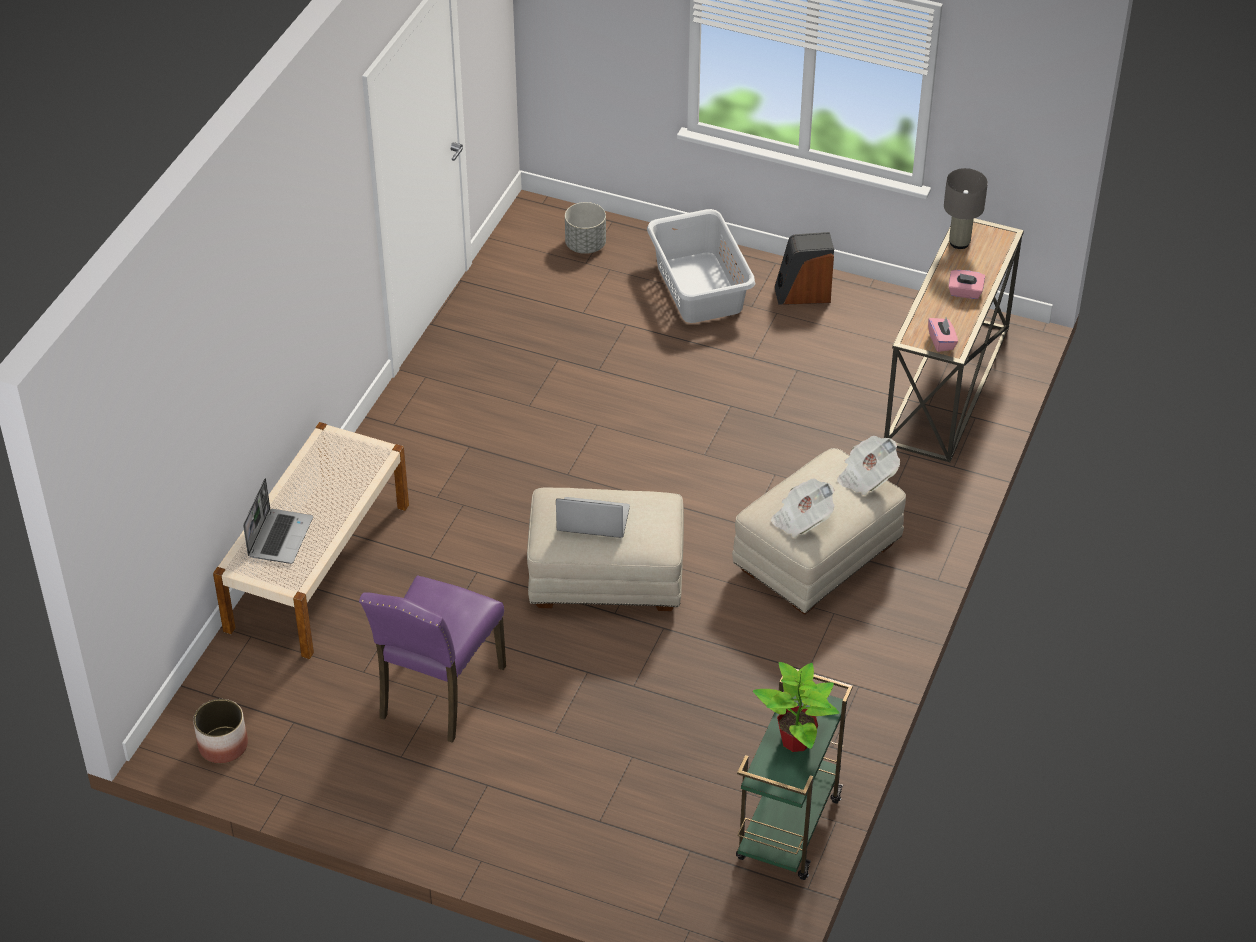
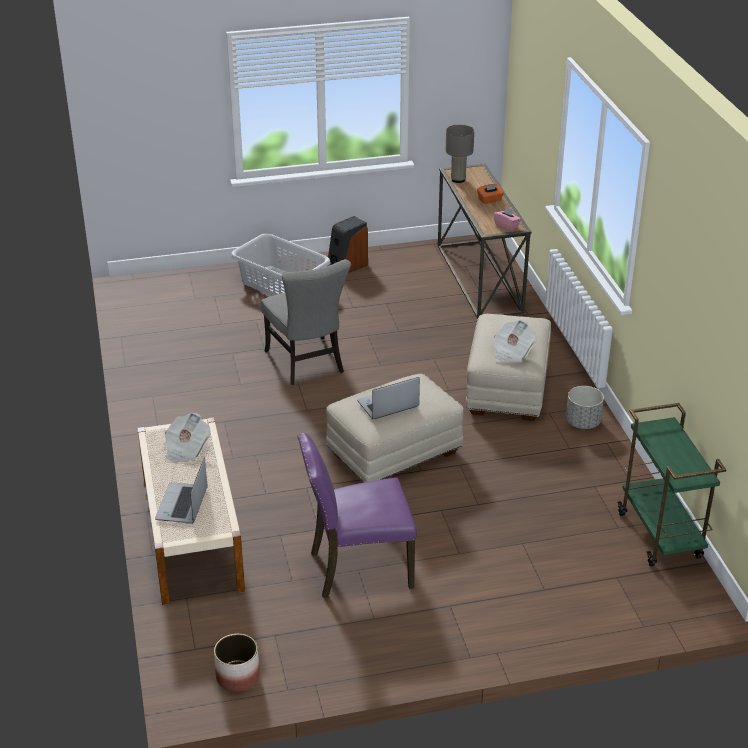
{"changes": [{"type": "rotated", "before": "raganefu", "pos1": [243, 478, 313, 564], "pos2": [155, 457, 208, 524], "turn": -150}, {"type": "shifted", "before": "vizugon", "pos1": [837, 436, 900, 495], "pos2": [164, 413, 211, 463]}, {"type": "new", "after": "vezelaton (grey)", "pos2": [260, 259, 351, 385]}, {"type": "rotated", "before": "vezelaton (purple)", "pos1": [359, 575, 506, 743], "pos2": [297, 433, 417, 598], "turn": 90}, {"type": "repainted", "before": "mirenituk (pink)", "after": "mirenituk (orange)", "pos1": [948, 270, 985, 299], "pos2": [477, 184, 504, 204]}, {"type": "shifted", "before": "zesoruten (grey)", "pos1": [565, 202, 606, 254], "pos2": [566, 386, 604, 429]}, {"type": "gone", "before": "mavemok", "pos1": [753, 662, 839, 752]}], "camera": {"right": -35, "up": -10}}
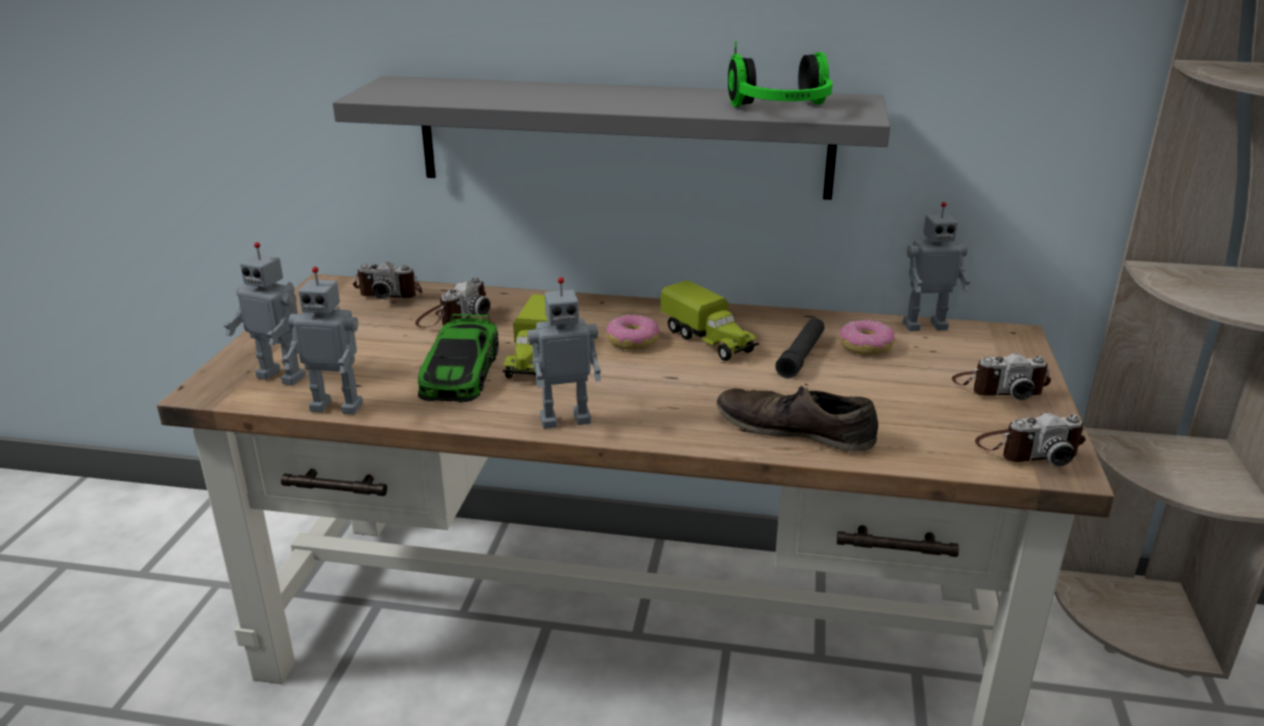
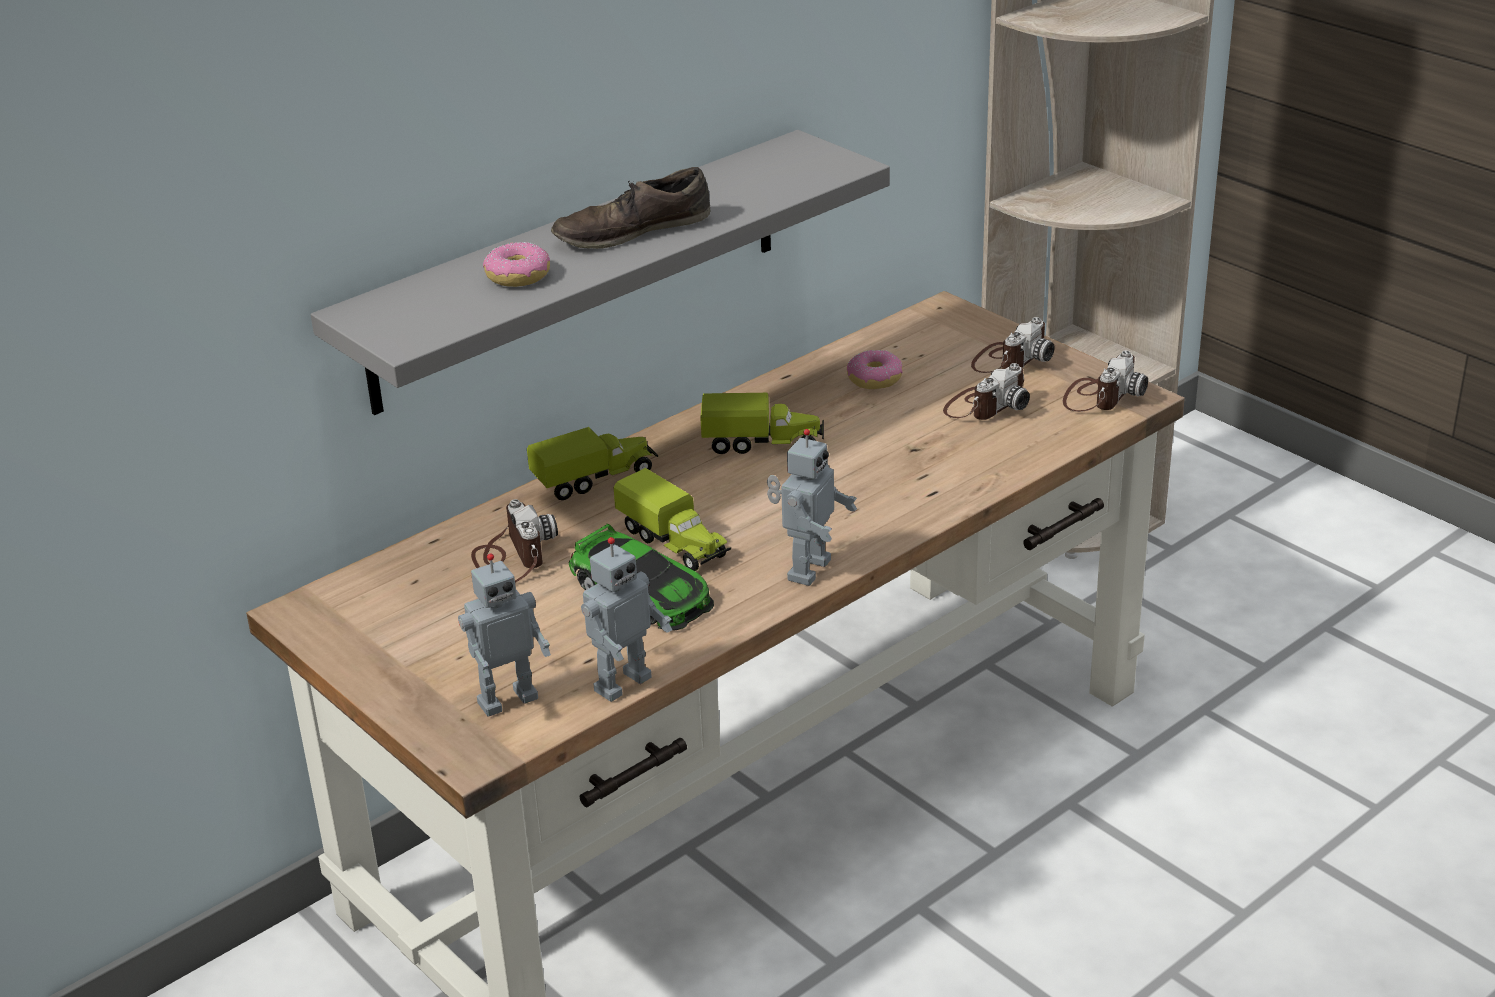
{"changes": [{"type": "shifted", "before": "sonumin", "pos1": [606, 314, 660, 350], "pos2": [483, 242, 550, 287]}, {"type": "new", "after": "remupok", "pos2": [527, 427, 658, 500]}, {"type": "shifted", "before": "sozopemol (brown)", "pos1": [717, 384, 878, 452], "pos2": [551, 167, 710, 249]}, {"type": "shifted", "before": "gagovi", "pos1": [353, 262, 422, 299], "pos2": [943, 363, 1030, 420]}, {"type": "gone", "before": "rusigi", "pos1": [728, 42, 833, 107]}, {"type": "gone", "before": "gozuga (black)", "pos1": [775, 318, 825, 379]}, {"type": "gone", "before": "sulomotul", "pos1": [903, 202, 971, 331]}], "camera": {"right": -50, "up": 5}}
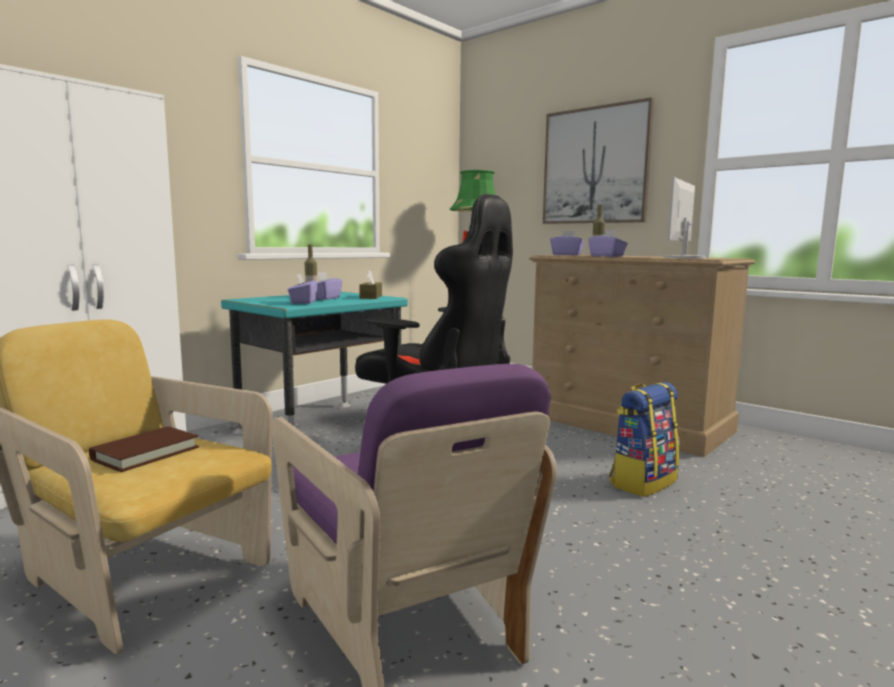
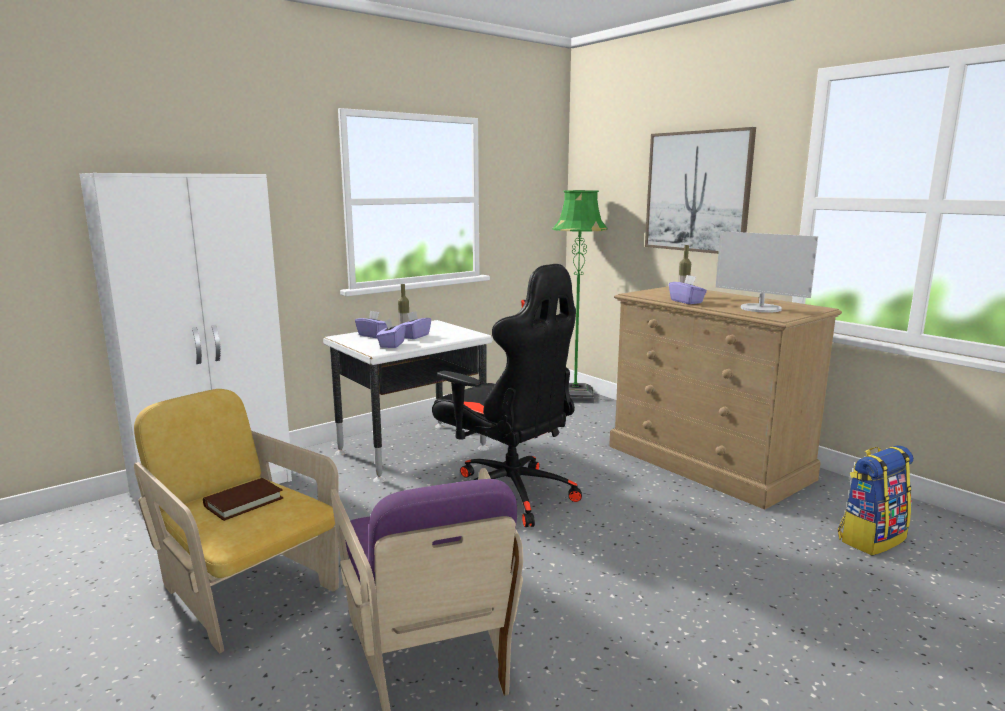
{"changes": [{"type": "repainted", "before": "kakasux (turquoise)", "after": "kakasux (white)", "pos1": [221, 292, 408, 434], "pos2": [323, 320, 492, 483]}, {"type": "shifted", "before": "mirenituk (purple)", "pos1": [550, 231, 584, 255], "pos2": [355, 311, 388, 338]}, {"type": "rotated", "before": "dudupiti", "pos1": [663, 177, 706, 258], "pos2": [716, 231, 818, 313], "turn": -90}, {"type": "shifted", "before": "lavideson", "pos1": [609, 382, 679, 497], "pos2": [838, 445, 913, 555]}, {"type": "gone", "before": "mirenituk (brown)", "pos1": [359, 270, 382, 299]}], "camera": {"right": 10, "up": 5}}
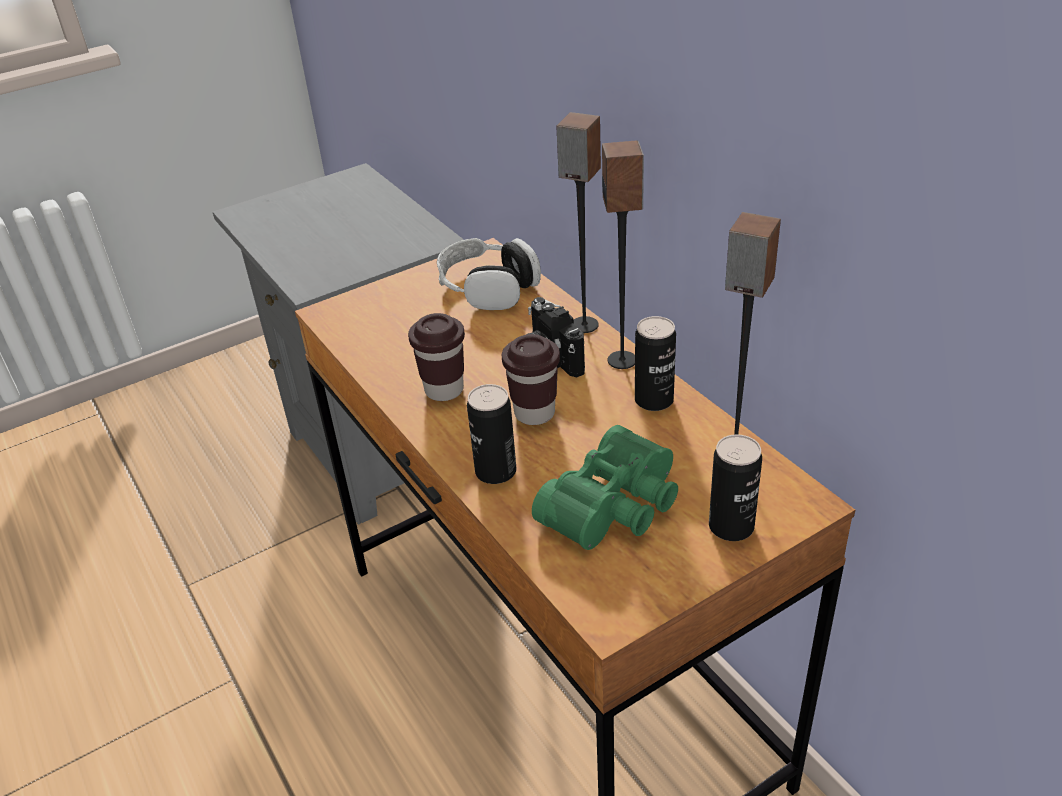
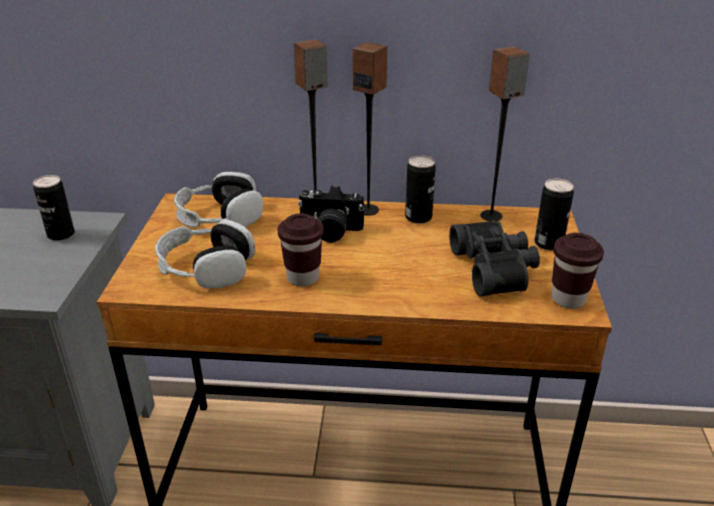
{"changes": [{"type": "shifted", "before": "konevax", "pos1": [467, 384, 516, 484], "pos2": [33, 175, 75, 241]}, {"type": "new", "after": "rusigi", "pos2": [155, 219, 255, 289]}, {"type": "repainted", "before": "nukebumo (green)", "after": "nukebumo (black)", "pos1": [532, 425, 678, 550], "pos2": [449, 220, 540, 296]}, {"type": "shifted", "before": "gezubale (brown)", "pos1": [502, 334, 560, 425], "pos2": [552, 233, 604, 309]}], "camera": {"right": -55, "up": -5}}
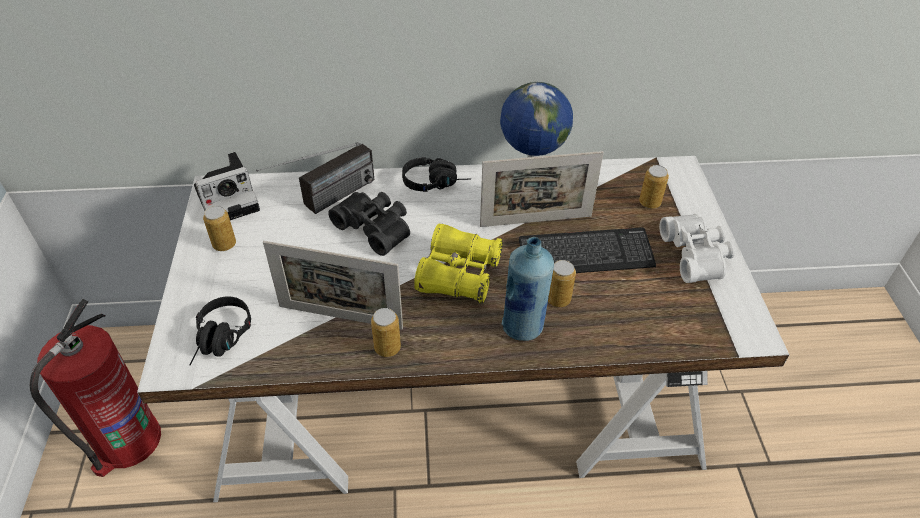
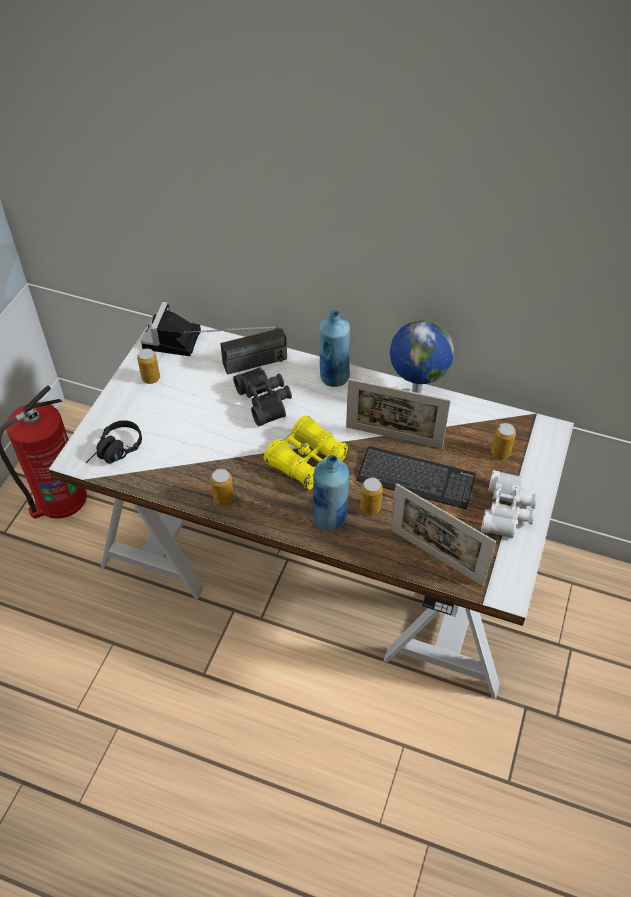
{"changes": [{"type": "rotated", "before": "gagovi", "pos1": [194, 152, 260, 220], "pos2": [141, 302, 201, 356], "turn": 105}, {"type": "swapped", "before": "rusigi (black)", "after": "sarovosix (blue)", "pos1": [402, 157, 471, 192], "pos2": [319, 310, 350, 387]}, {"type": "shifted", "before": "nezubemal", "pos1": [263, 241, 403, 329], "pos2": [391, 483, 496, 586]}], "camera": {"right": 25, "up": 5}}
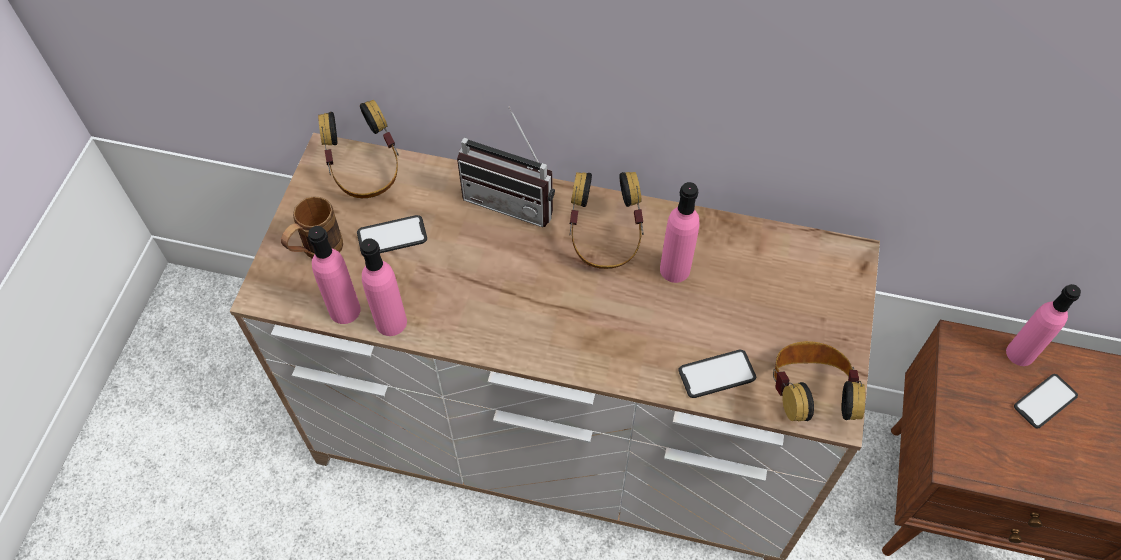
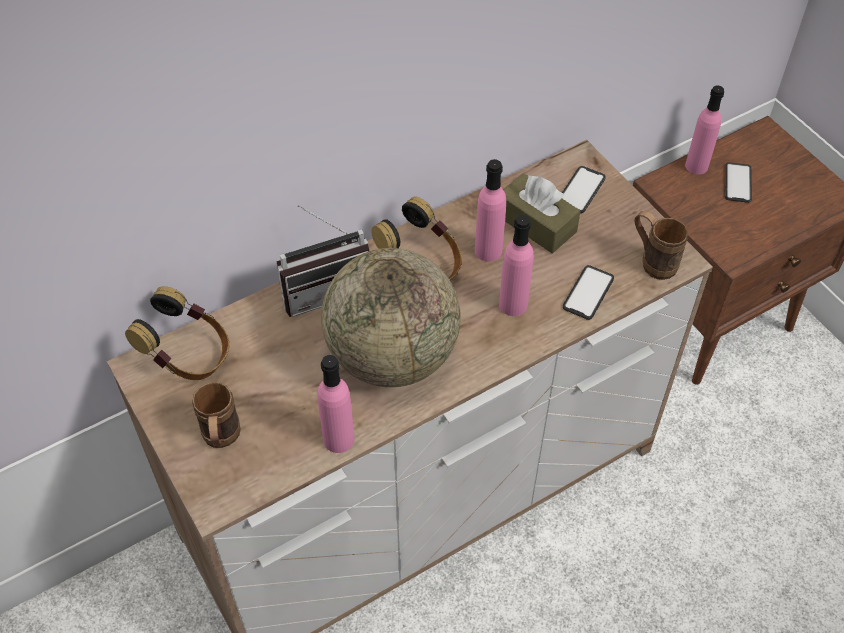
{"changes": [{"type": "new", "after": "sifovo", "pos2": [321, 248, 461, 387]}, {"type": "shifted", "before": "sarovosix (pink)", "pos1": [308, 226, 361, 324], "pos2": [499, 215, 534, 316]}, {"type": "new", "after": "mirenituk (brown)", "pos2": [503, 173, 581, 253]}, {"type": "shifted", "before": "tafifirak", "pos1": [357, 215, 427, 253], "pos2": [562, 166, 606, 213]}, {"type": "swapped", "before": "rusigi", "after": "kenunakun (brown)", "pos1": [773, 341, 866, 421], "pos2": [634, 211, 688, 280]}], "camera": {"right": -45, "up": -5}}
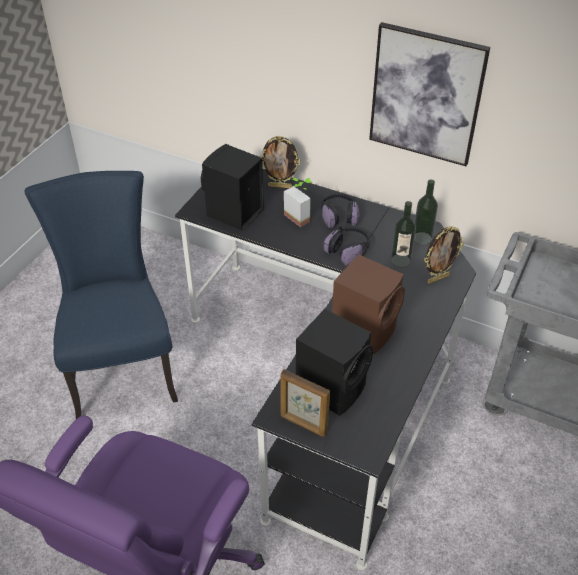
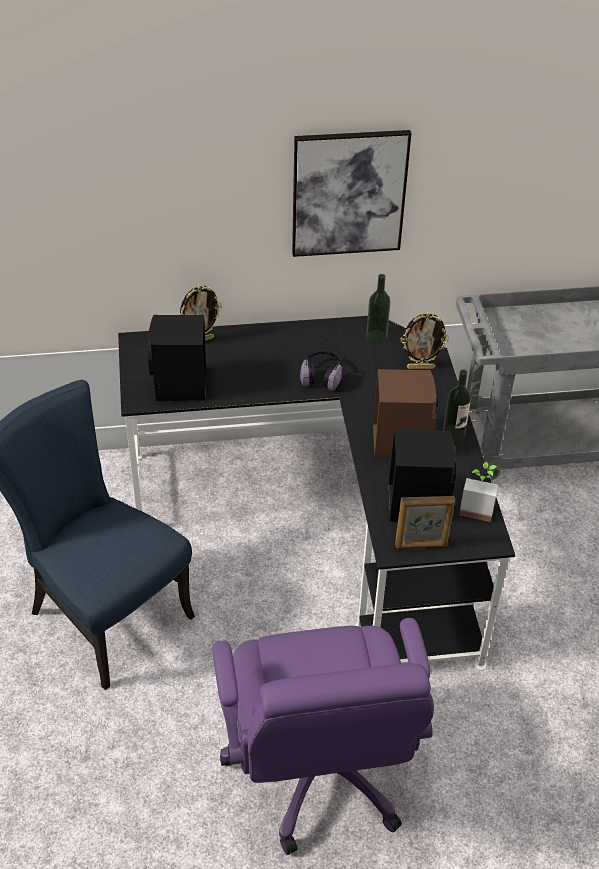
{"changes": [{"type": "rotated", "before": "nezubemal", "pos1": [424, 226, 464, 284], "pos2": [401, 313, 449, 369], "turn": 60}, {"type": "shifted", "before": "sarovosix", "pos1": [391, 201, 416, 267], "pos2": [443, 370, 471, 441]}, {"type": "shifted", "before": "mavemok", "pos1": [284, 178, 313, 227], "pos2": [459, 462, 498, 522]}, {"type": "gone", "before": "rusigi", "pos1": [321, 194, 359, 228]}], "camera": {"right": -35, "up": 0}}
